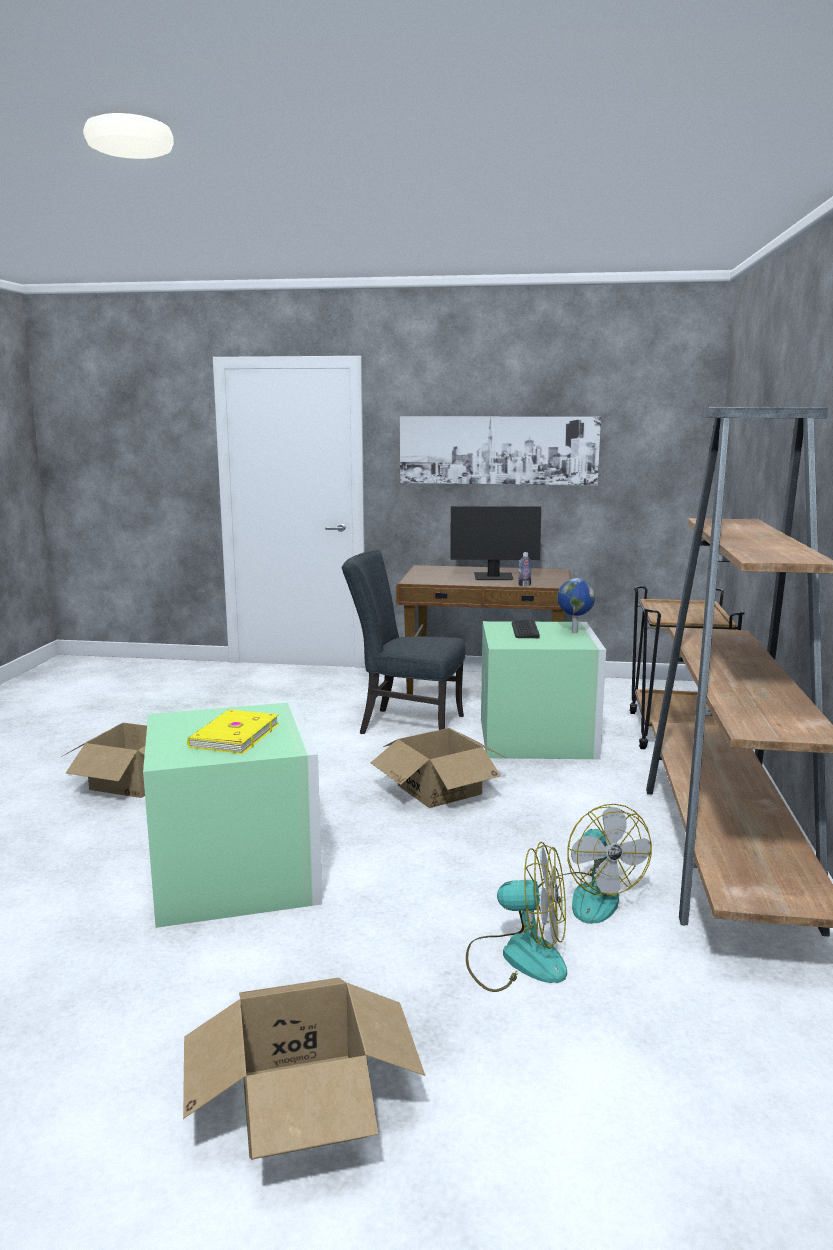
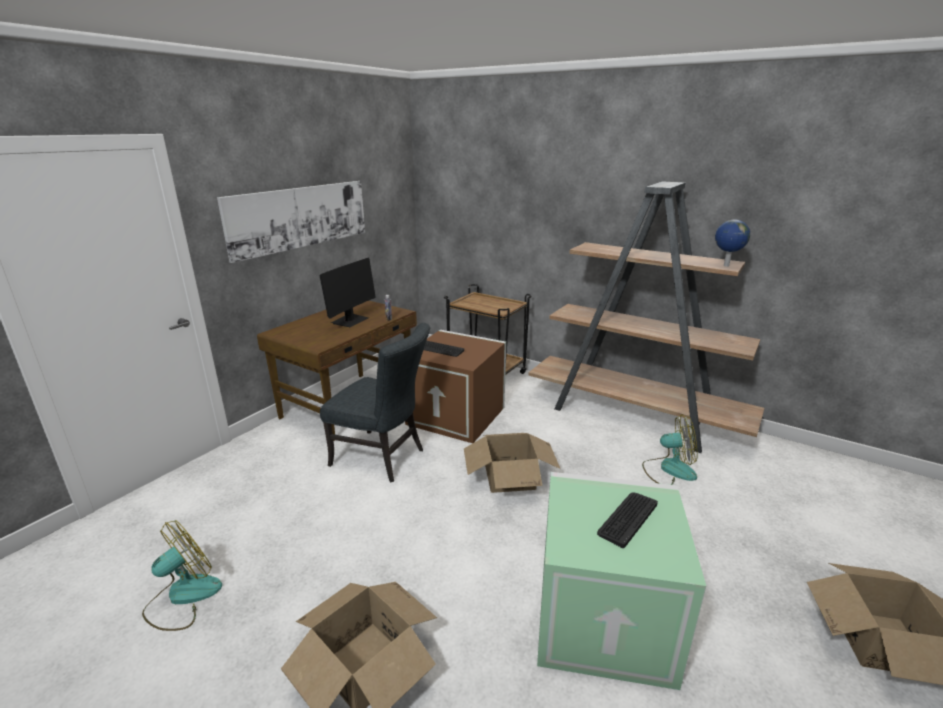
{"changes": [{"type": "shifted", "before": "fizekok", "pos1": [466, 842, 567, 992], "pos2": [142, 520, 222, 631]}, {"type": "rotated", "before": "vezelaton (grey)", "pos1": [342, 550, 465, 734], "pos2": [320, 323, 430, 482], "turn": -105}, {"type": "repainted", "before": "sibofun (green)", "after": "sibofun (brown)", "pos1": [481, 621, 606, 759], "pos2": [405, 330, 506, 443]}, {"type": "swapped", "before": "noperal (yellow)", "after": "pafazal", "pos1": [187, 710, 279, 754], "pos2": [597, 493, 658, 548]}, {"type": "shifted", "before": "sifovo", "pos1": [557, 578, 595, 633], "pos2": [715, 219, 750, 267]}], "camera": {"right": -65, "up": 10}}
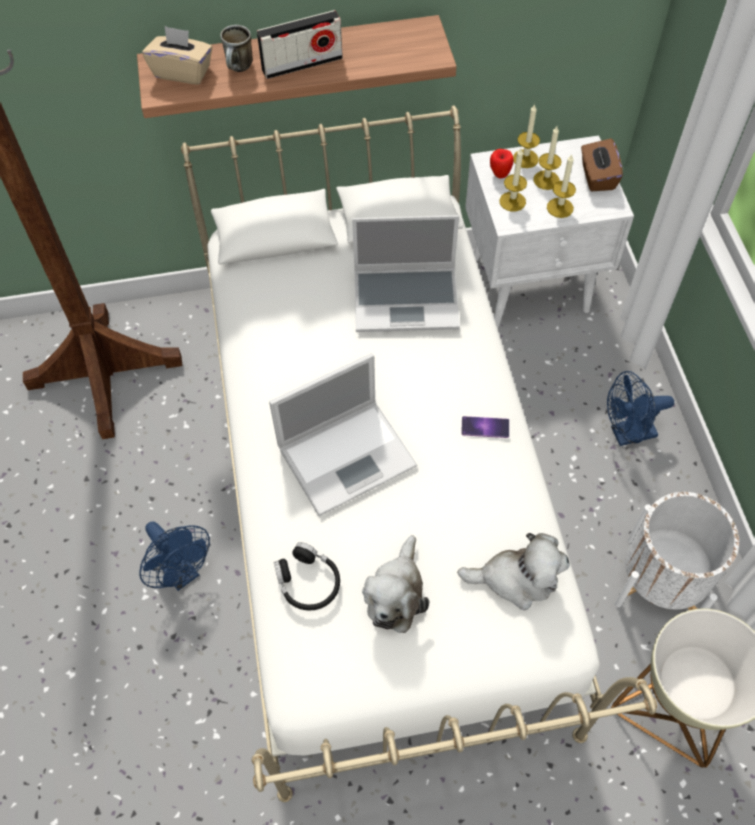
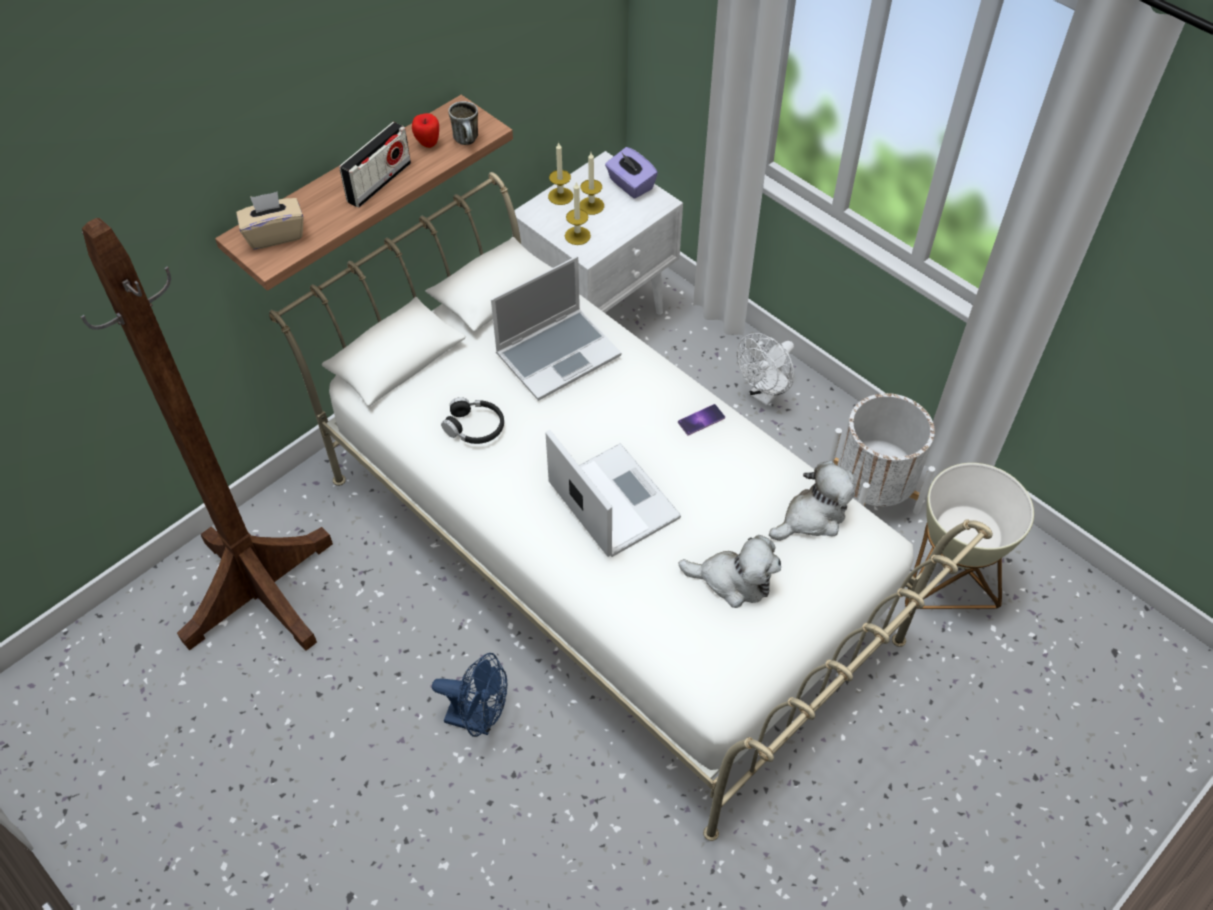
{"changes": [{"type": "shifted", "before": "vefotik", "pos1": [490, 149, 514, 178], "pos2": [412, 113, 439, 148]}, {"type": "shifted", "before": "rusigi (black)", "pos1": [273, 542, 340, 611], "pos2": [441, 397, 504, 444]}, {"type": "shifted", "before": "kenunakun", "pos1": [220, 25, 253, 72], "pos2": [448, 101, 478, 145]}, {"type": "rotated", "before": "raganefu", "pos1": [269, 353, 417, 516], "pos2": [546, 430, 681, 557], "turn": -60}, {"type": "repainted", "before": "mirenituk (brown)", "after": "mirenituk (purple)", "pos1": [581, 138, 623, 191], "pos2": [605, 147, 658, 199]}, {"type": "rotated", "before": "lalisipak", "pos1": [362, 535, 430, 633], "pos2": [678, 535, 781, 608], "turn": -60}, {"type": "repainted", "before": "fizekok (blue)", "after": "fizekok (white)", "pos1": [607, 371, 674, 446], "pos2": [737, 333, 794, 406]}, {"type": "gone", "before": "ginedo", "pos1": [547, 154, 576, 218]}], "camera": {"right": -35, "up": -5}}
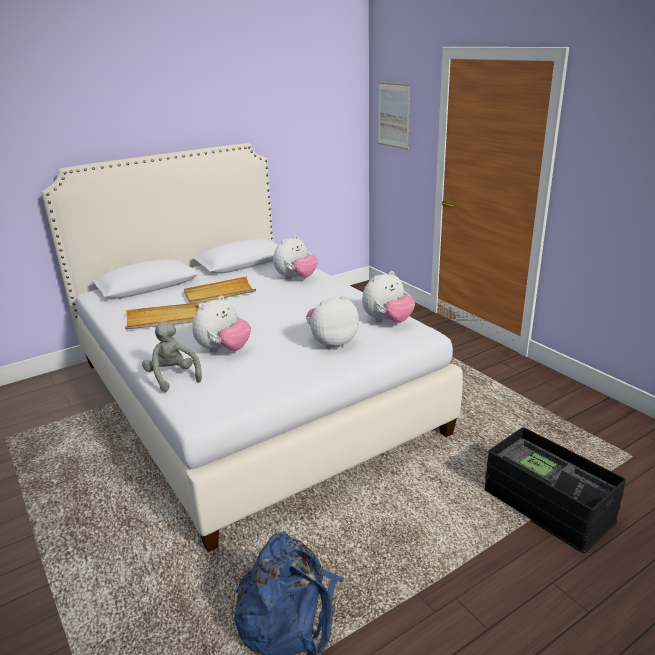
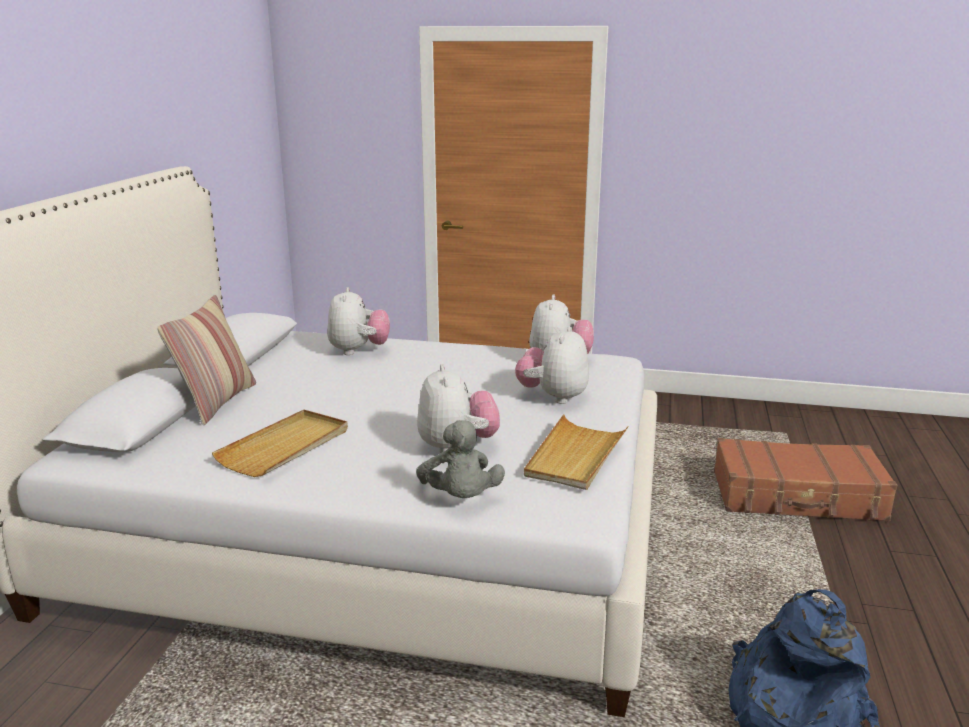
{"changes": [{"type": "new", "after": "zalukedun", "pos2": [157, 295, 256, 425]}, {"type": "rotated", "before": "lalisipak (grey)", "pos1": [142, 321, 202, 392], "pos2": [416, 420, 505, 498], "turn": -120}, {"type": "shifted", "before": "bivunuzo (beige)", "pos1": [184, 276, 256, 304], "pos2": [524, 414, 629, 490]}, {"type": "swapped", "before": "sibofun (black)", "after": "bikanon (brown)", "pos1": [484, 427, 626, 553], "pos2": [714, 438, 897, 521]}, {"type": "gone", "before": "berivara", "pos1": [378, 82, 411, 150]}], "camera": {"right": -45, "up": -5}}
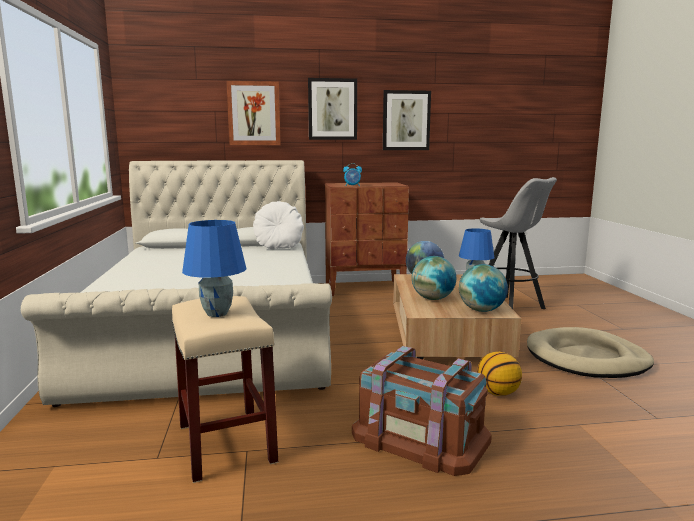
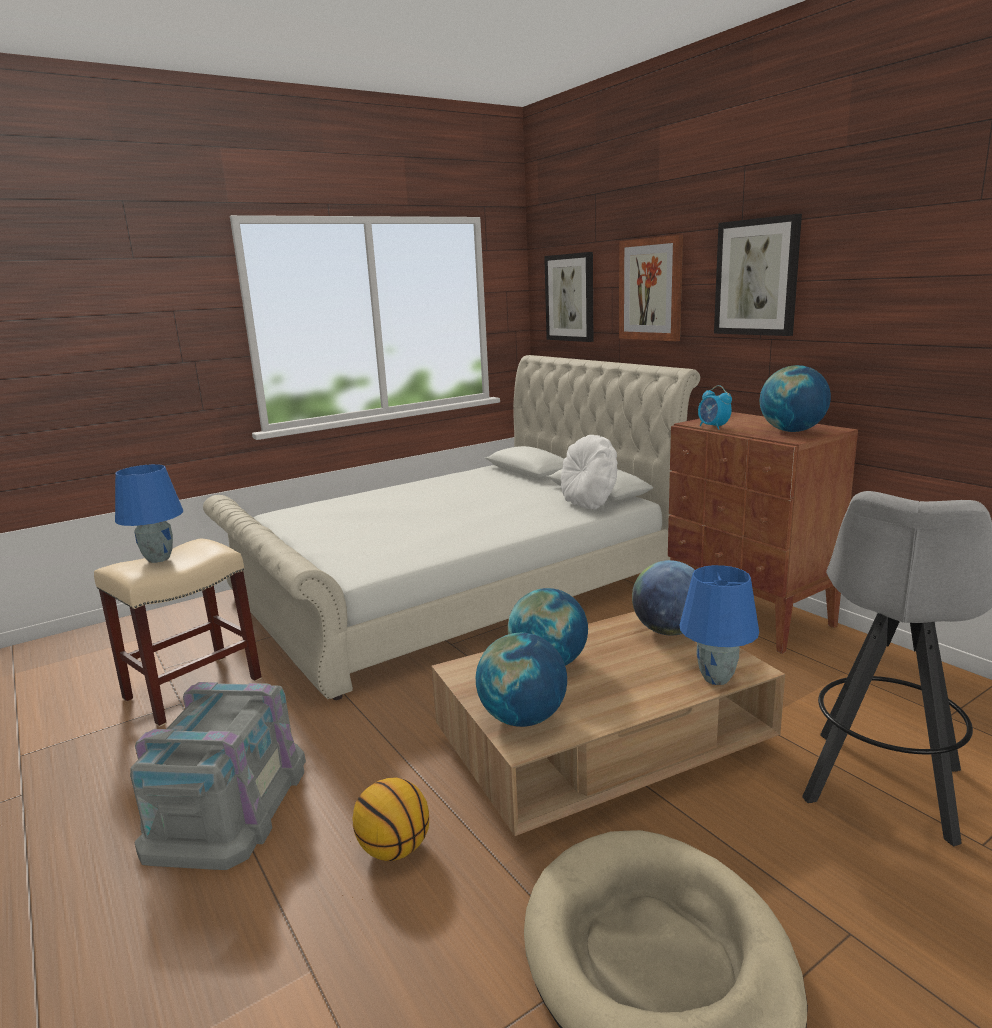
{"changes": [{"type": "repainted", "before": "sibofun (brown)", "after": "sibofun (grey)", "pos1": [352, 346, 492, 476], "pos2": [130, 682, 306, 870]}, {"type": "shifted", "before": "berivara", "pos1": [383, 90, 431, 150], "pos2": [544, 252, 593, 342]}, {"type": "new", "after": "sifovo", "pos2": [760, 365, 831, 432]}], "camera": {"right": 65, "up": 5}}
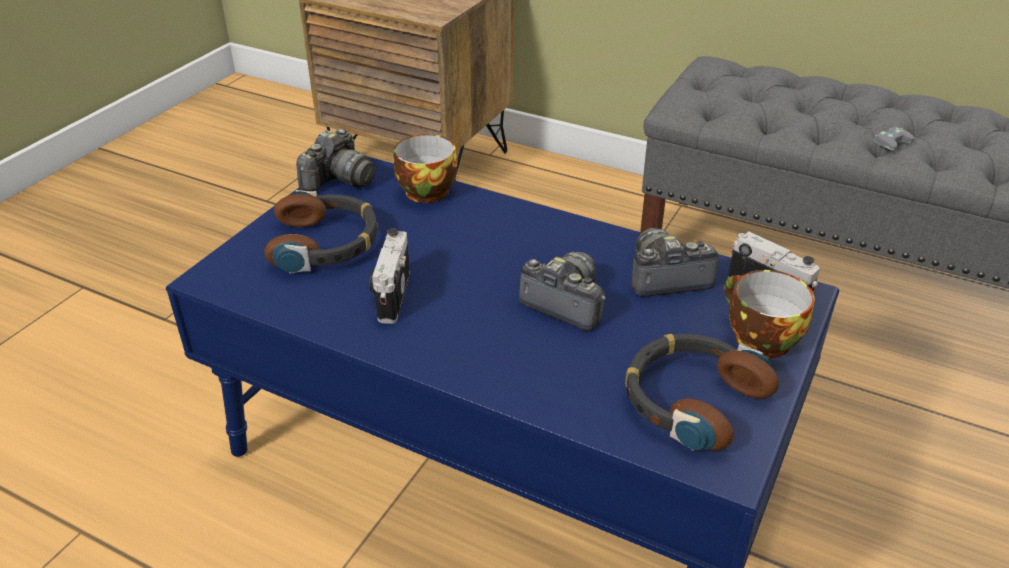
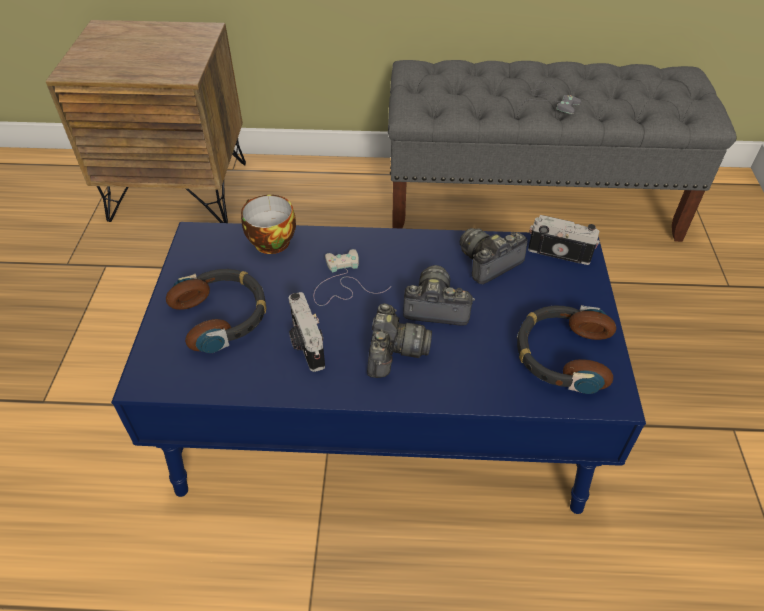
{"changes": [{"type": "new", "after": "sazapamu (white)", "pos2": [314, 249, 389, 306]}, {"type": "shifted", "before": "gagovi", "pos1": [296, 129, 376, 191], "pos2": [367, 303, 432, 378]}, {"type": "gone", "before": "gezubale", "pos1": [724, 270, 814, 358]}], "camera": {"right": -25, "up": 10}}
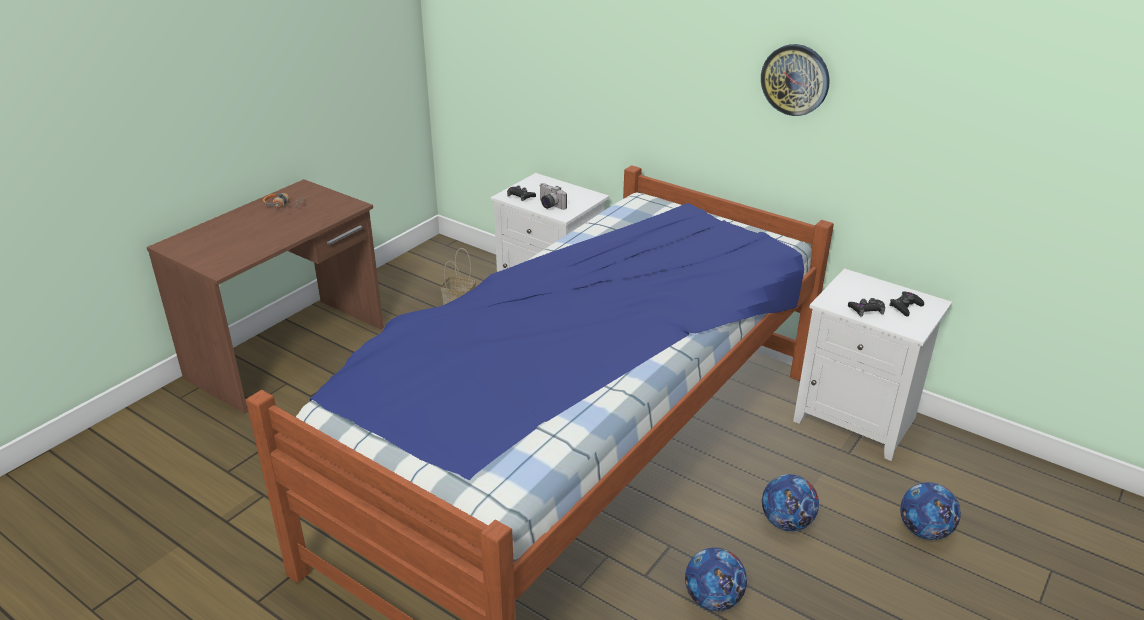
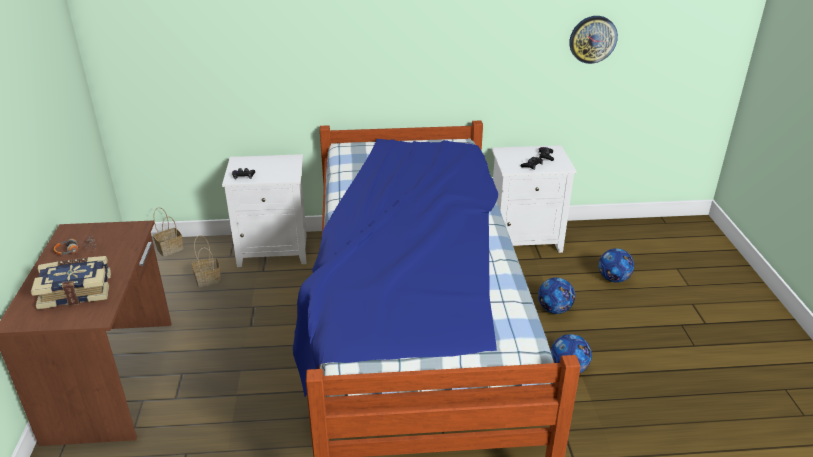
{"changes": [{"type": "new", "after": "noperal", "pos2": [31, 256, 111, 309]}, {"type": "new", "after": "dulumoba", "pos2": [153, 207, 183, 257]}, {"type": "shifted", "before": "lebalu", "pos1": [761, 44, 830, 116], "pos2": [569, 16, 618, 64]}, {"type": "gone", "before": "gagovi", "pos1": [539, 183, 567, 210]}], "camera": {"right": -40, "up": 0}}
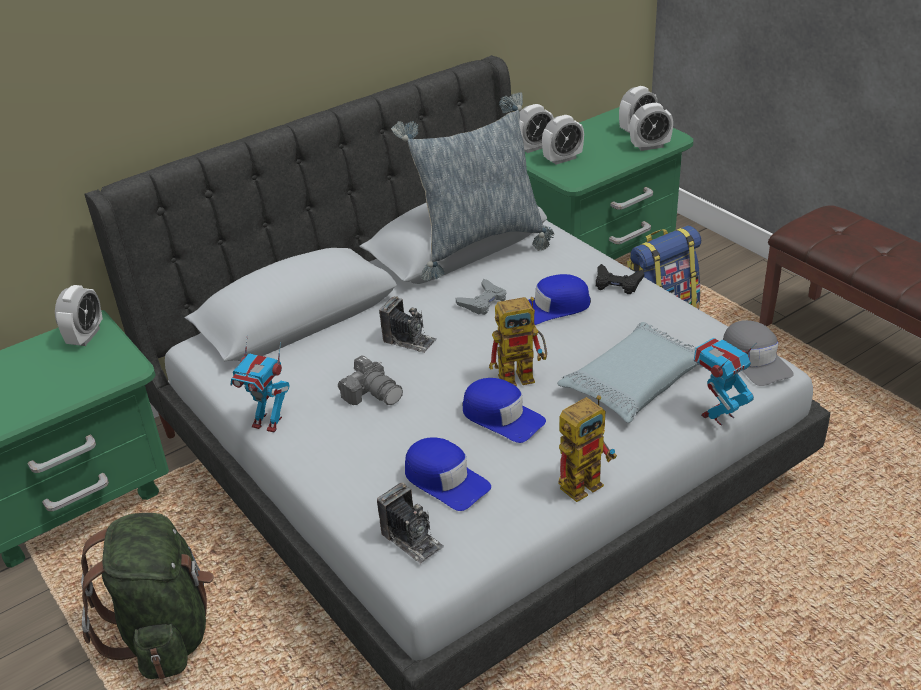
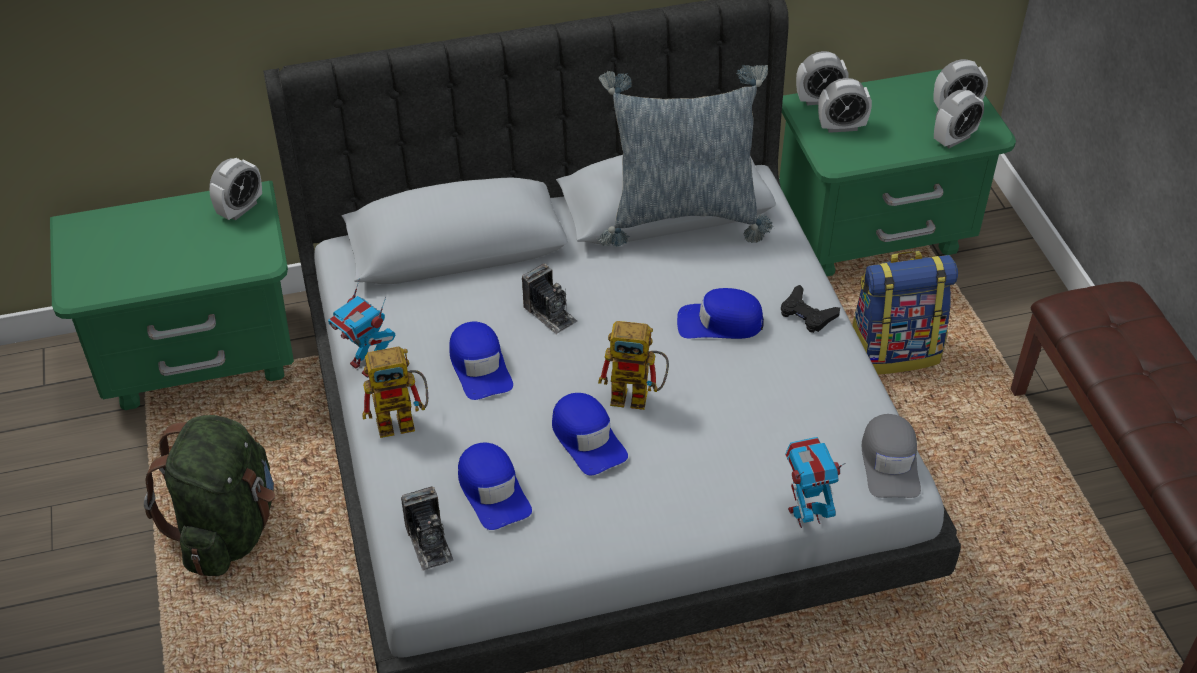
{"changes": [{"type": "shifted", "before": "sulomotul", "pos1": [558, 395, 617, 502], "pos2": [362, 346, 428, 438]}, {"type": "swapped", "before": "gagovi", "after": "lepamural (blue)", "pos1": [338, 355, 403, 405], "pos2": [449, 322, 513, 400]}, {"type": "rotated", "before": "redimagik", "pos1": [630, 103, 673, 151], "pos2": [934, 90, 984, 148], "turn": -45}, {"type": "gone", "before": "sazapamu (grey)", "pos1": [456, 279, 506, 315]}, {"type": "gone", "before": "zalukedun (blue)", "pos1": [557, 322, 699, 423]}], "camera": {"right": 20, "up": 10}}
